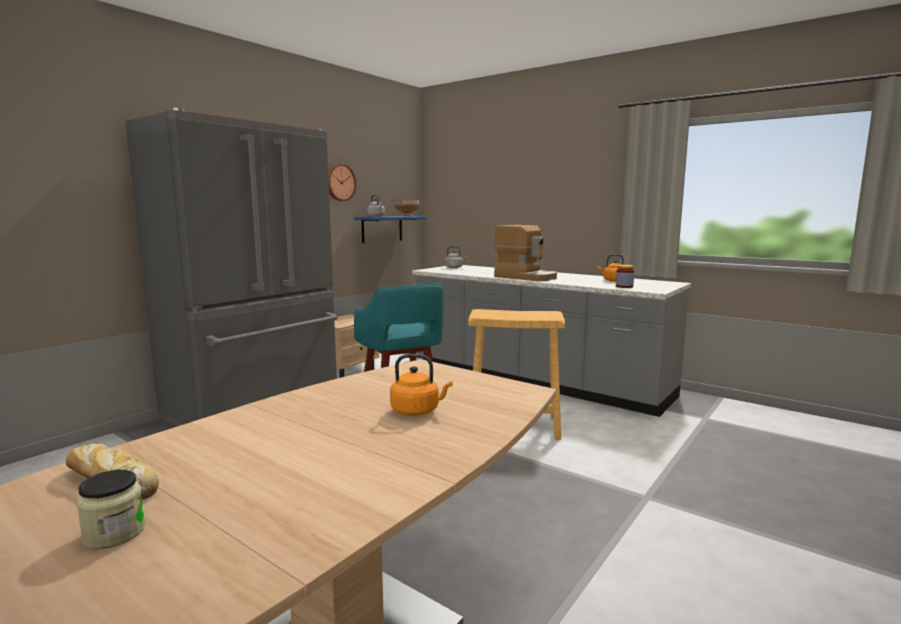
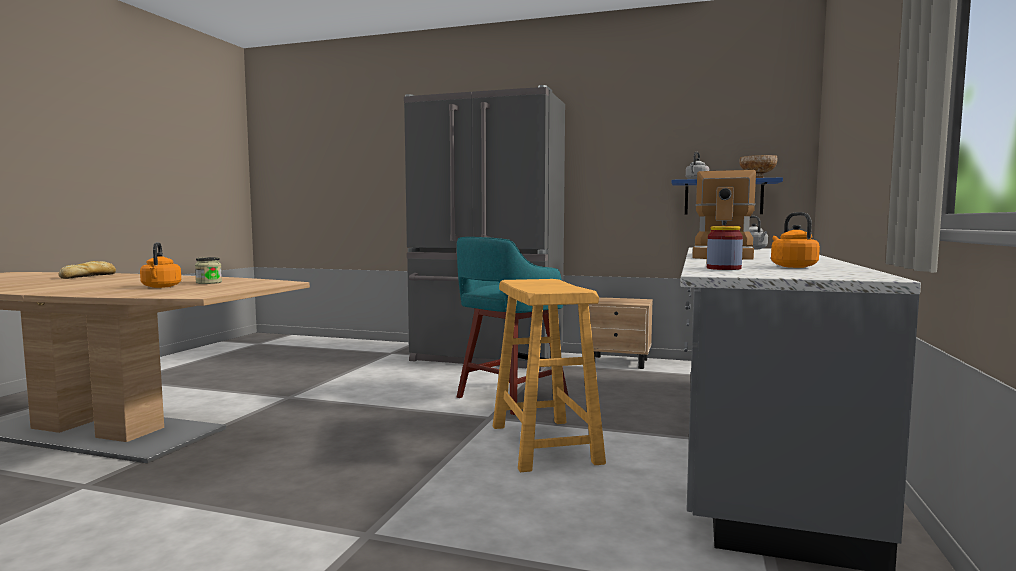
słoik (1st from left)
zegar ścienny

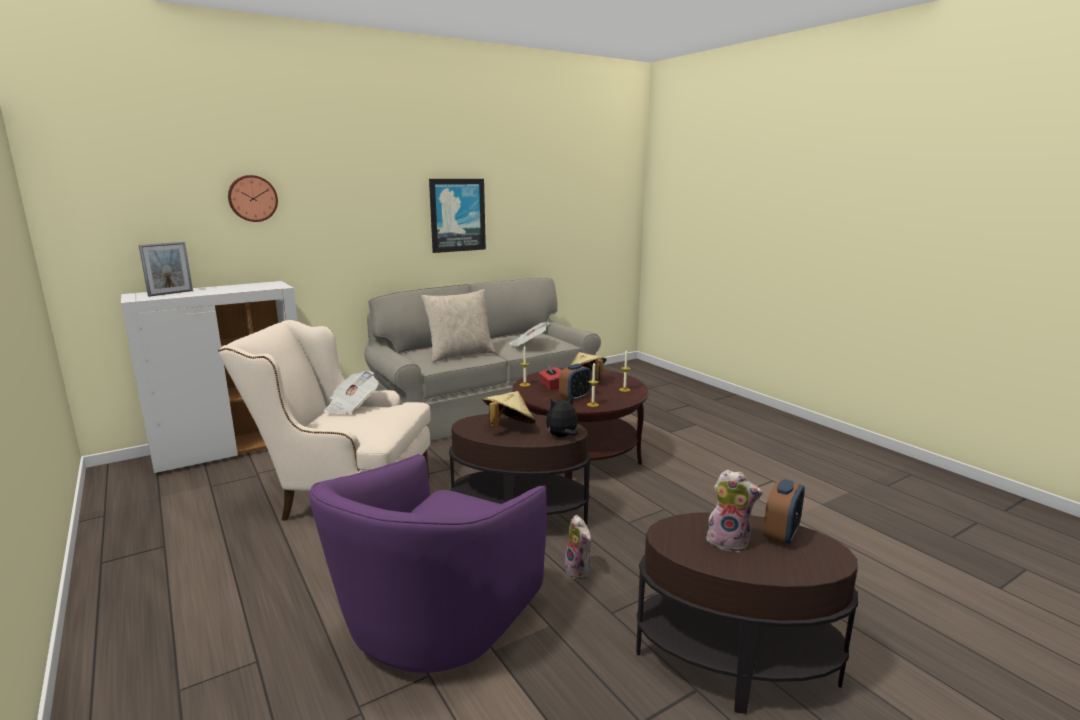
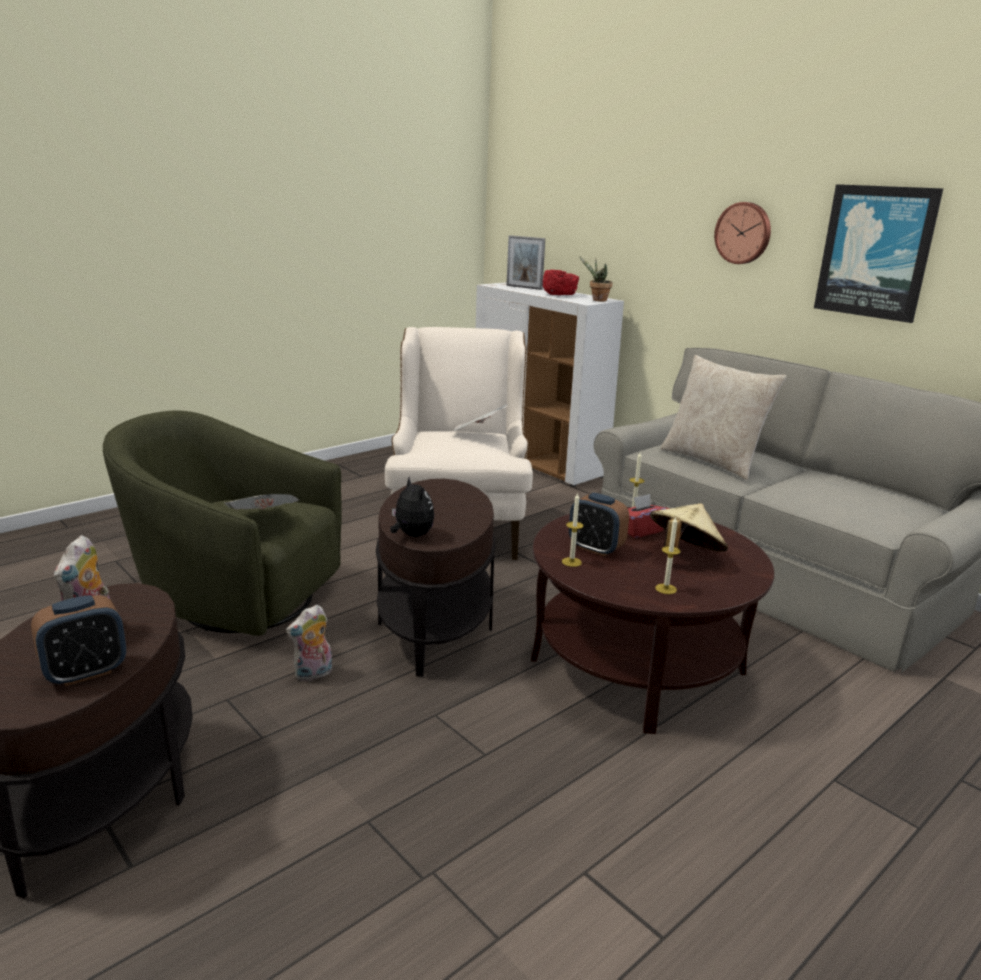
budzik (1st from left)
fotel (zielony)
gazeta (1st from left)
miska (czerwony)
roślina doniczkowa
zegar ścienny
kapelusz (beżowy) (1st from left in the first image)

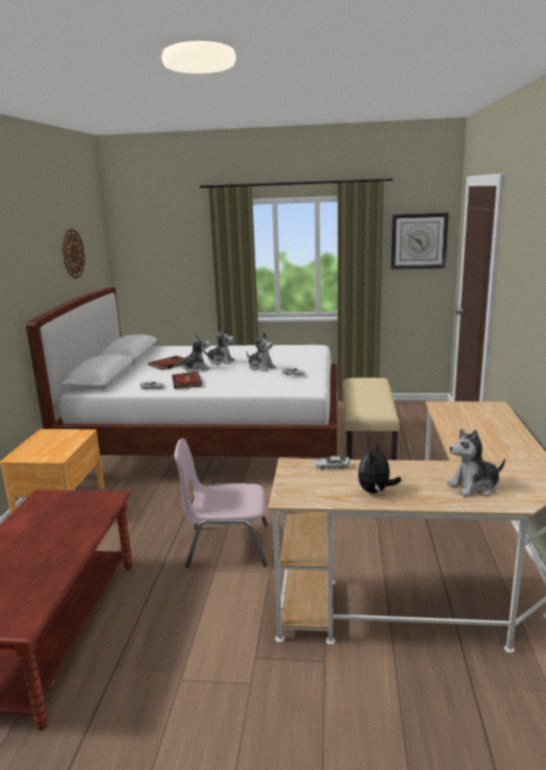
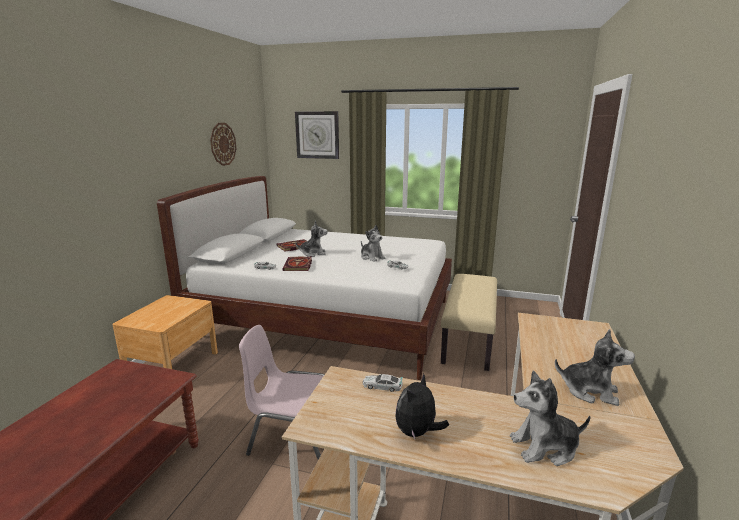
zegar ścienny (2nd from left)
pluszak (5th from left)

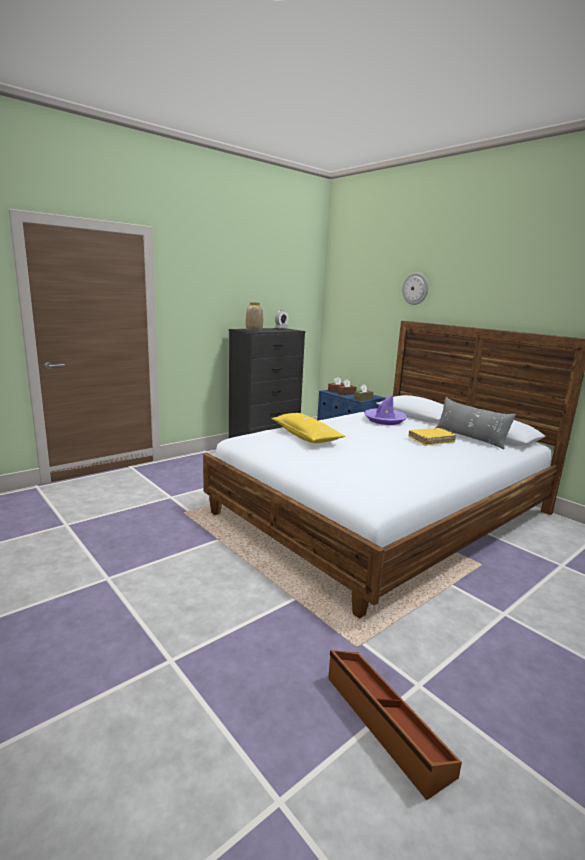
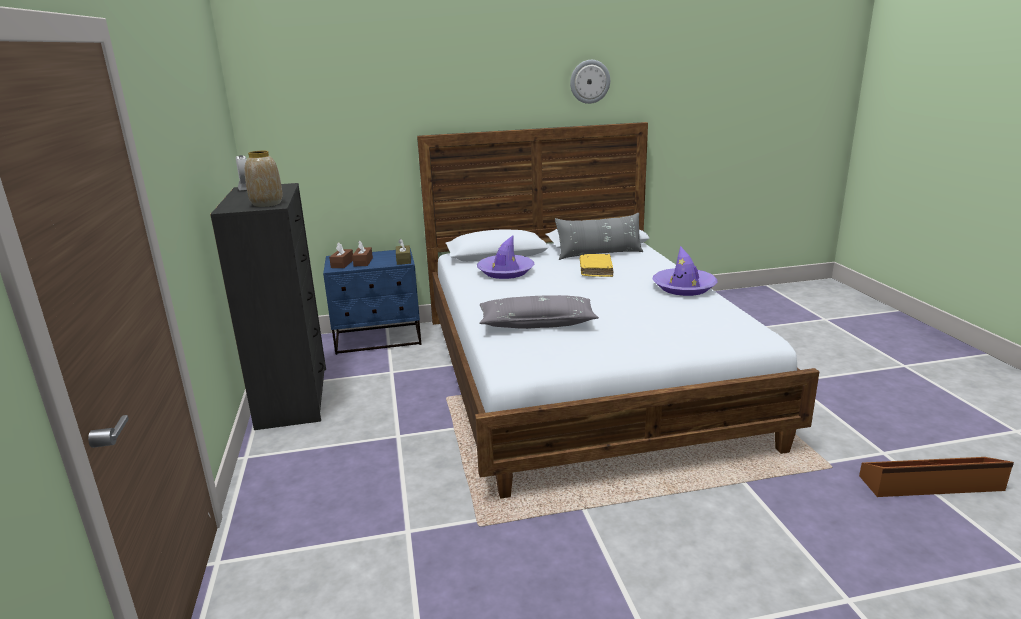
poduszka (szary) (1st from left)
zegar ścienny
kapelusz (fioletowy) (2nd from left)

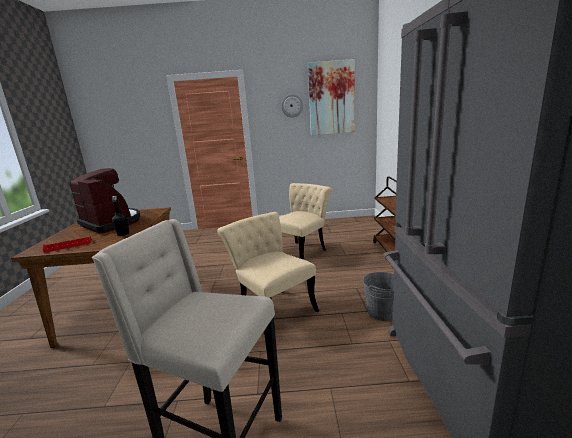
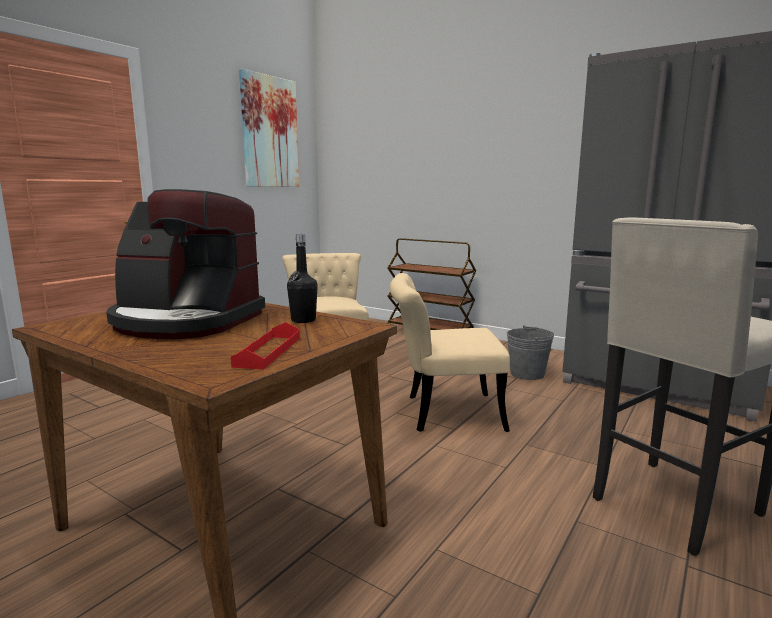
ekspres do kawy
zegar ścienny

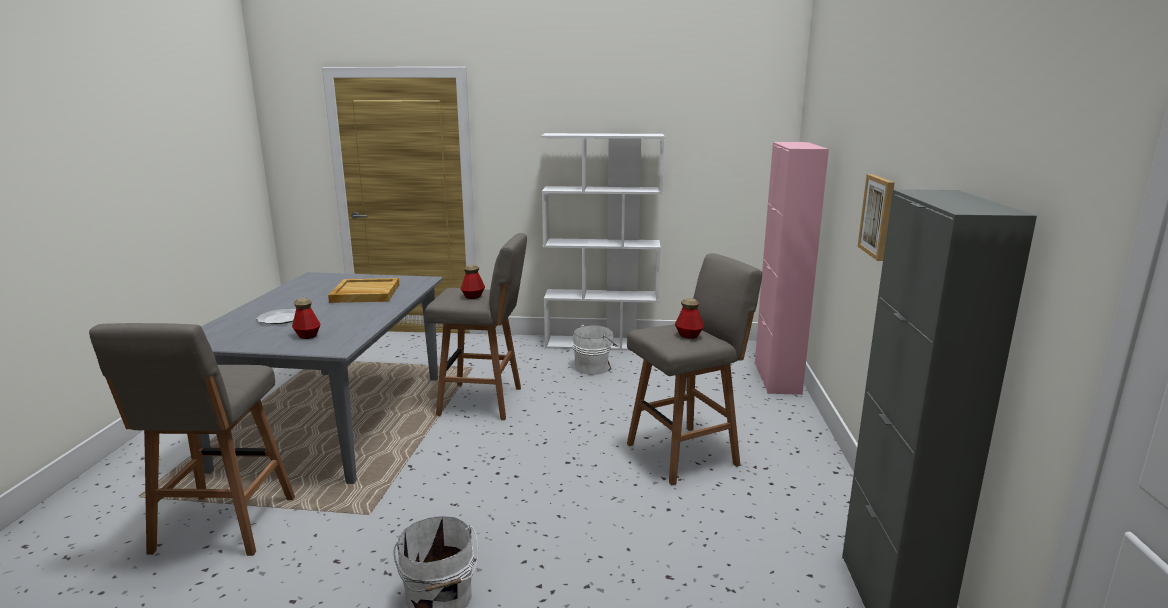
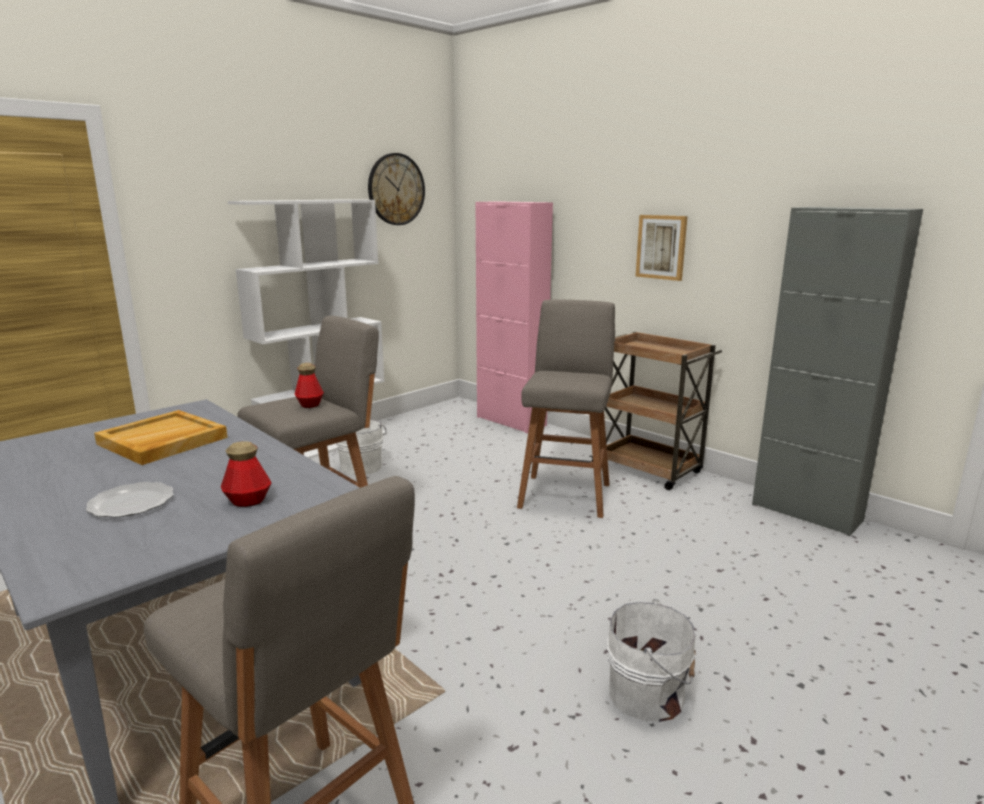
zegar ścienny
wózek (brązowy)
butelka (3rd from left in the first image)

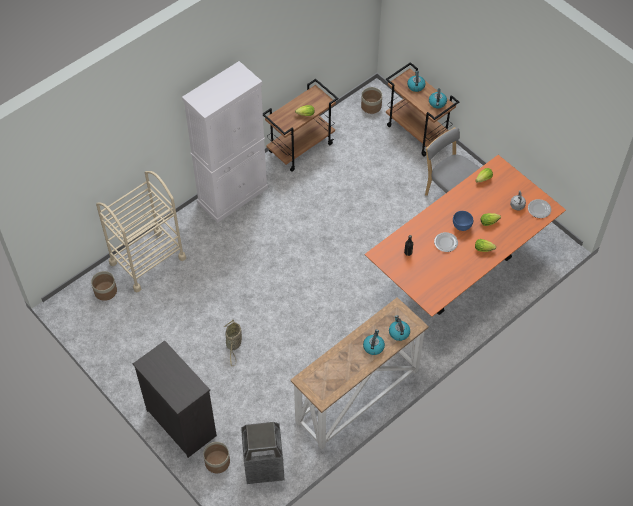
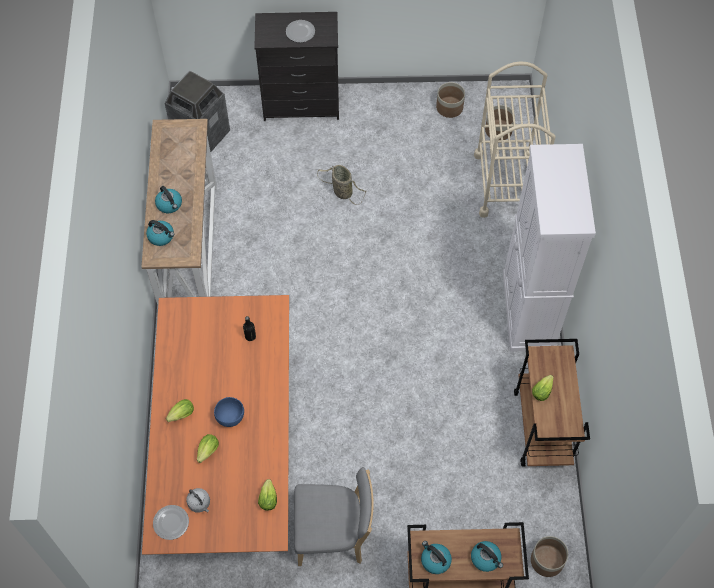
talerz (2nd from left)
donica (1st from left)

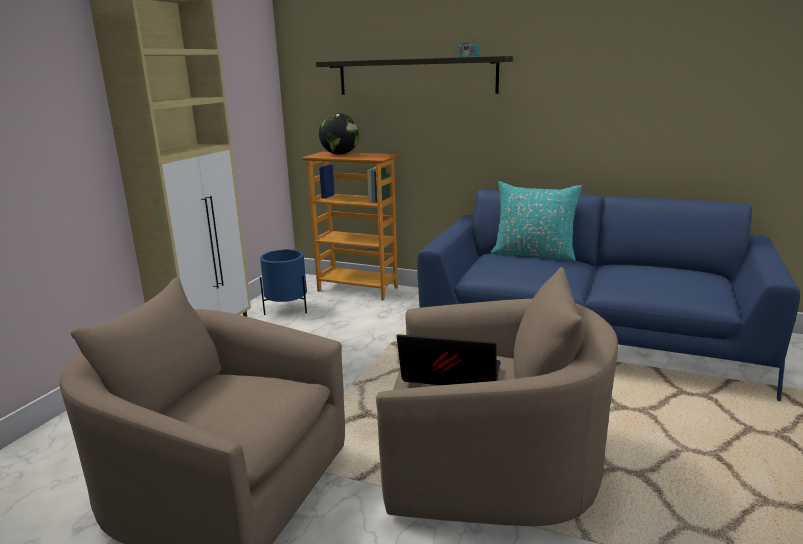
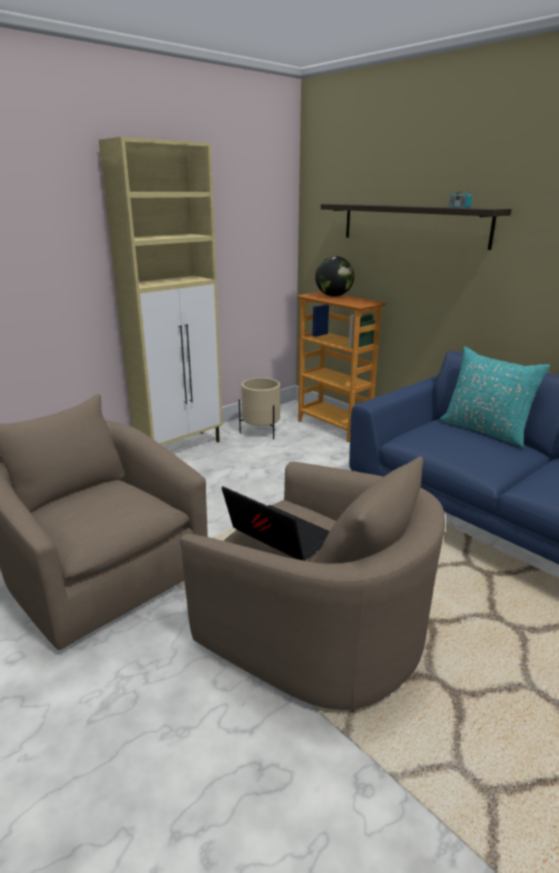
donica (beżowy)

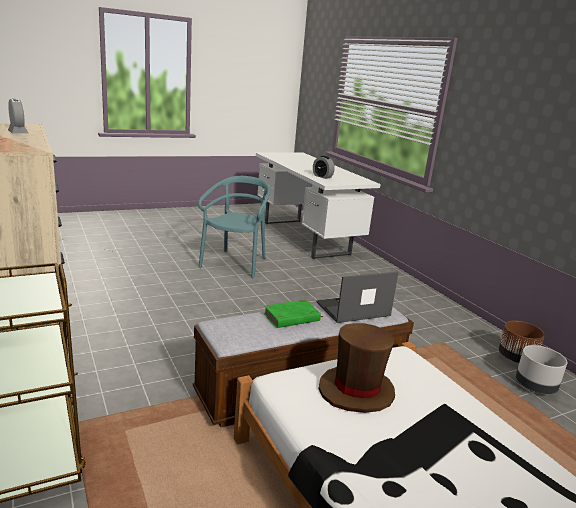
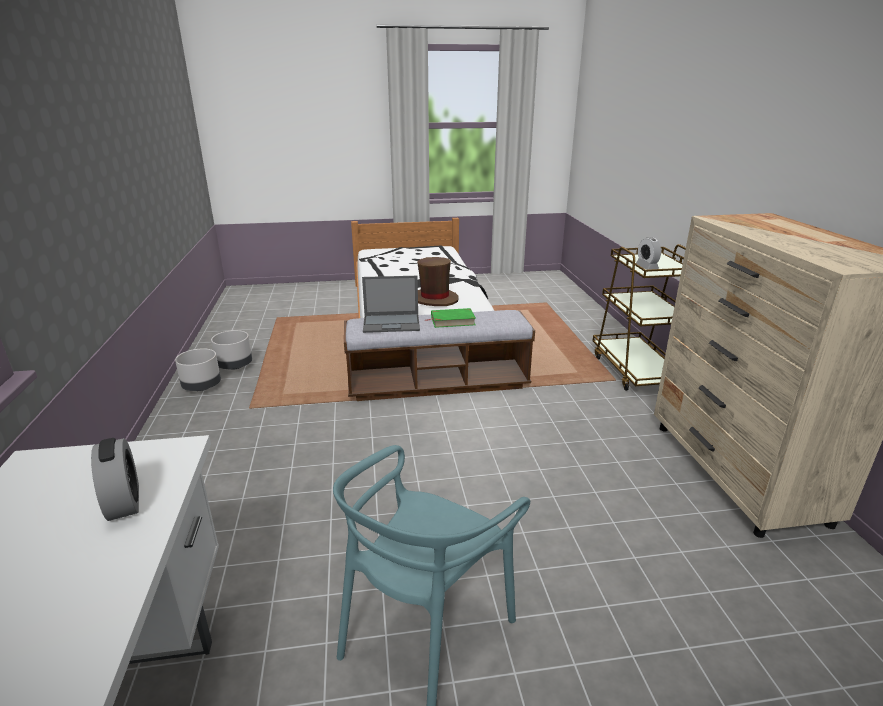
donica (szary) (1st from left)
budzik (2nd from left)

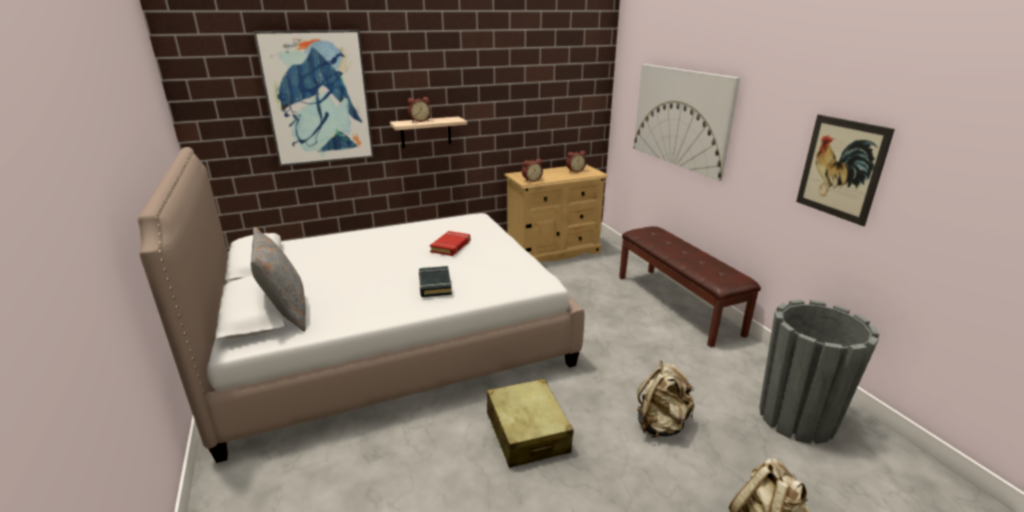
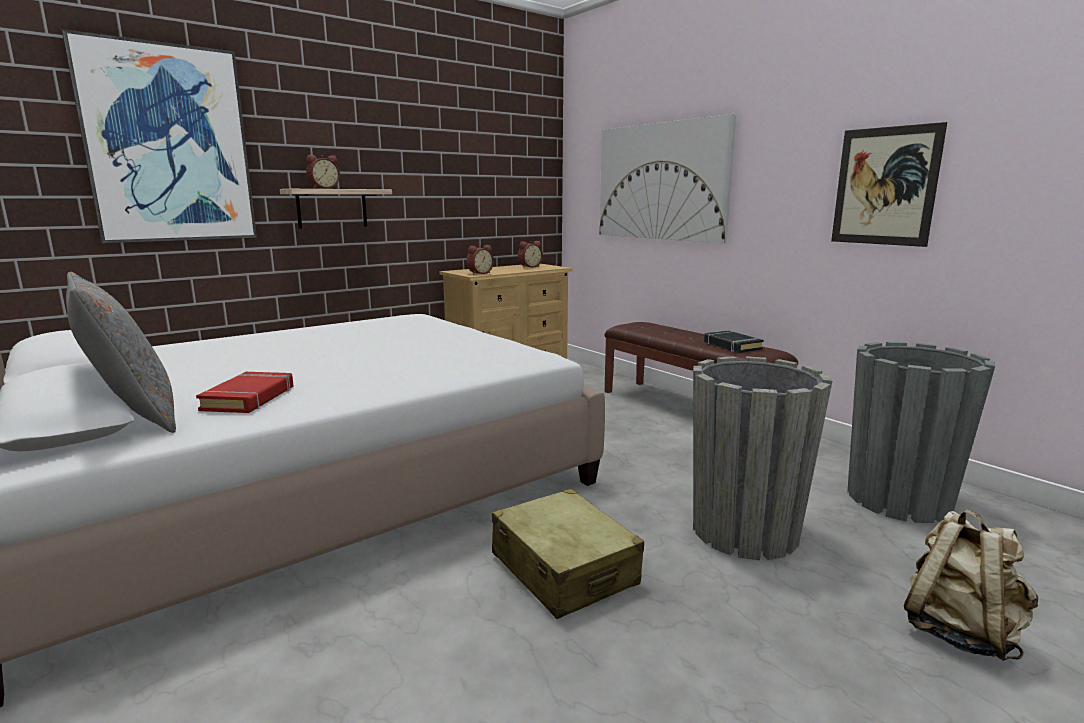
książka (czerwony)
donica (szary) (1st from left)
książka (czarny)

